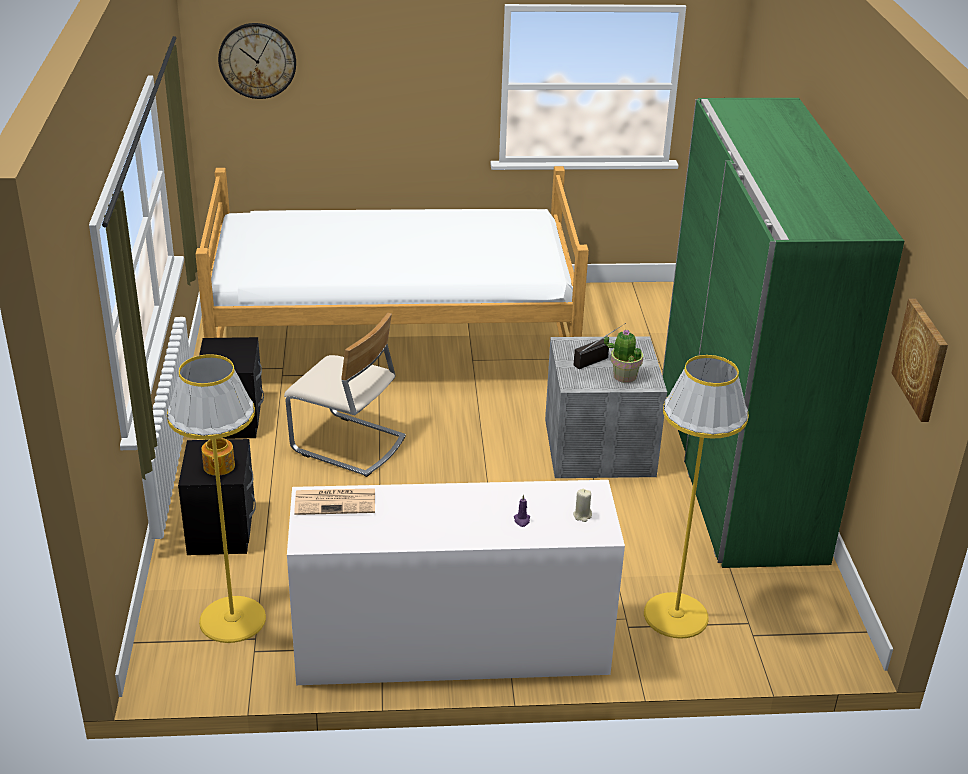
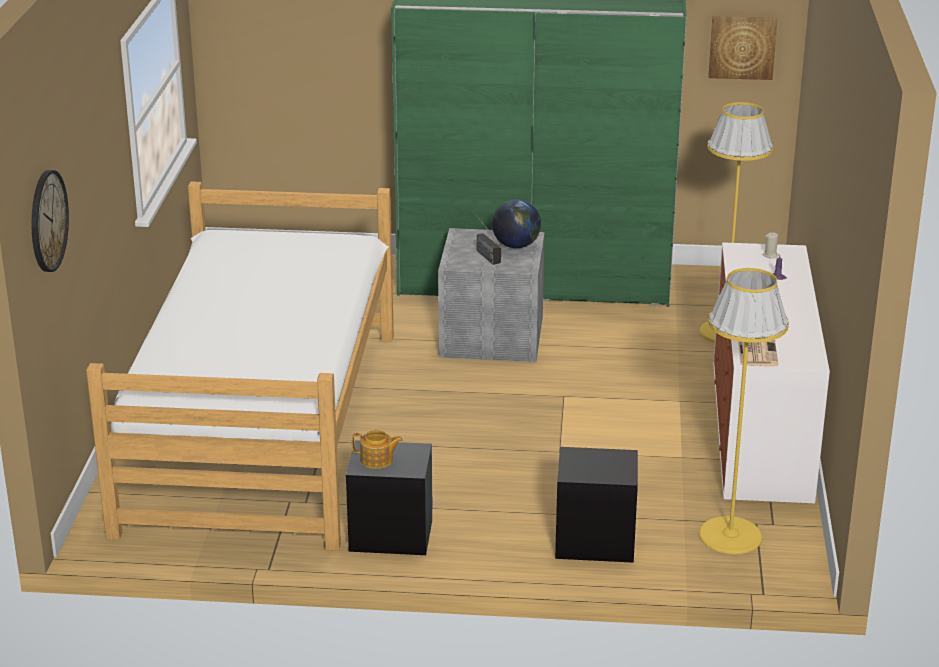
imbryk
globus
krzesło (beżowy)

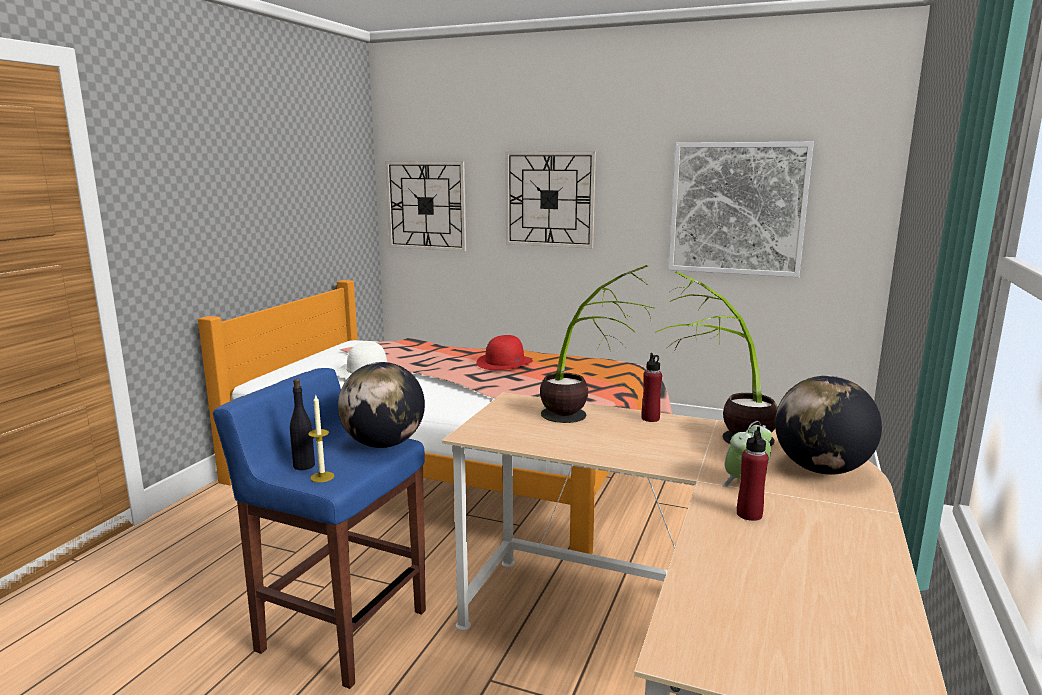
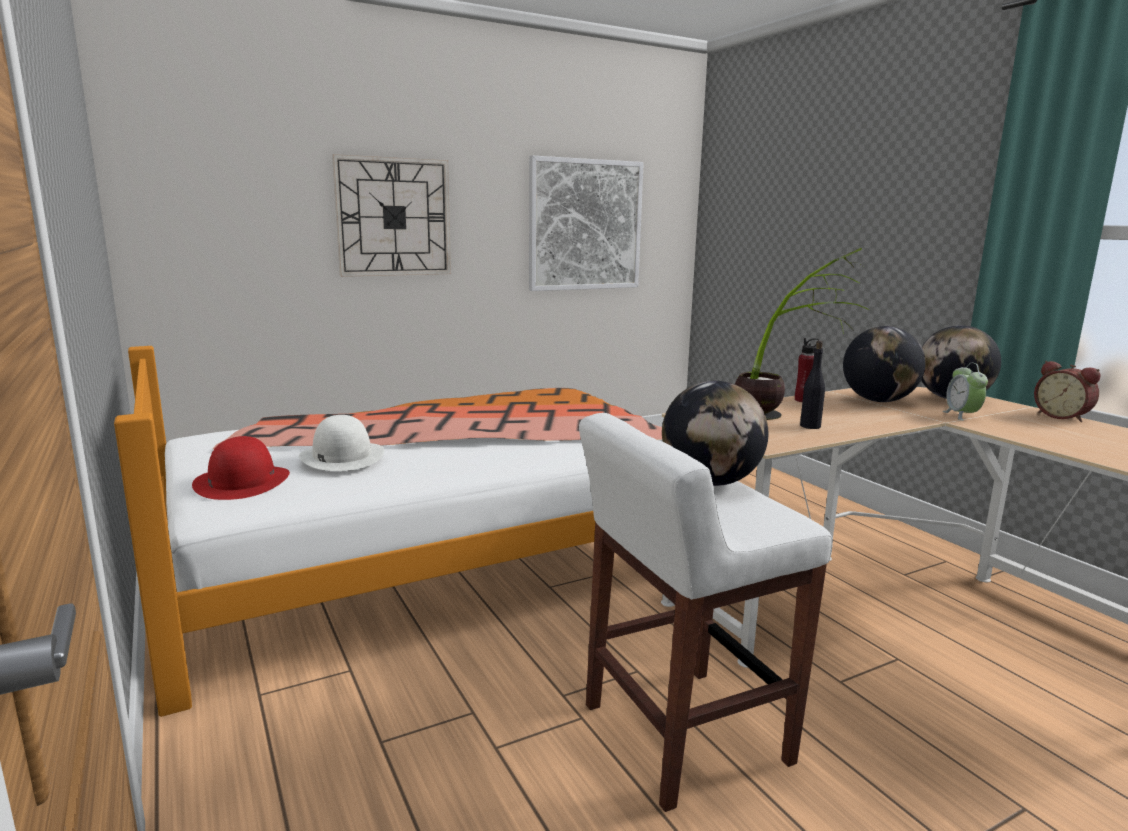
kapelusz (czerwony)
stołek (biały)
butelka (czarny)
globus (2nd from left)
budzik (2nd from left)
świeca
zegar ścienny (1st from left in the first image)
butelka (czerwony) (2nd from left in the first image)

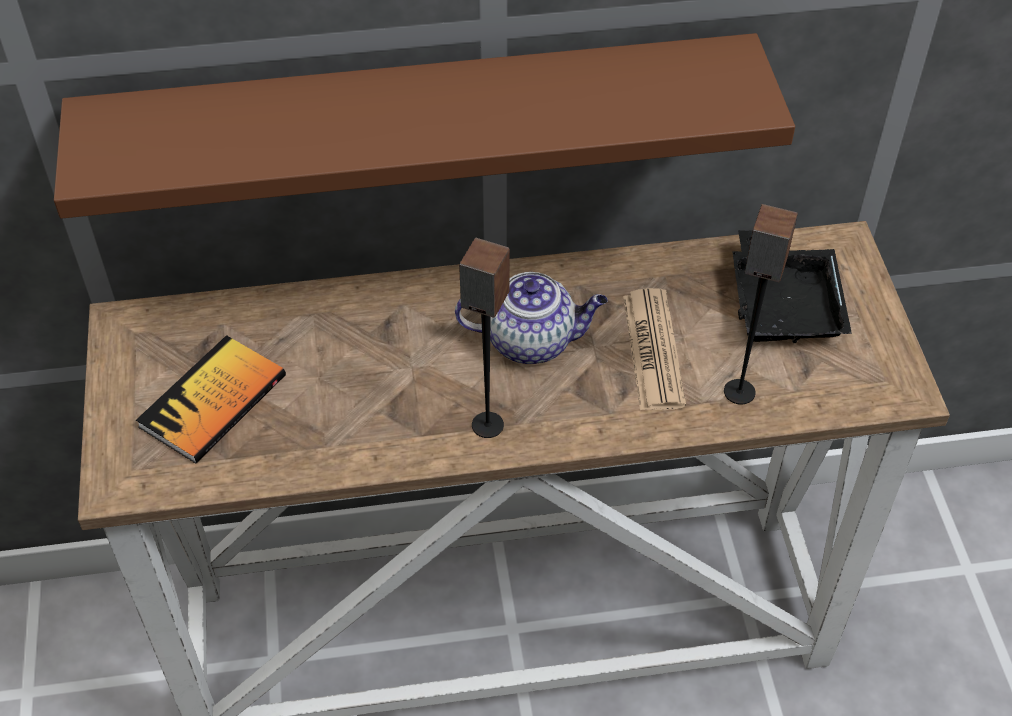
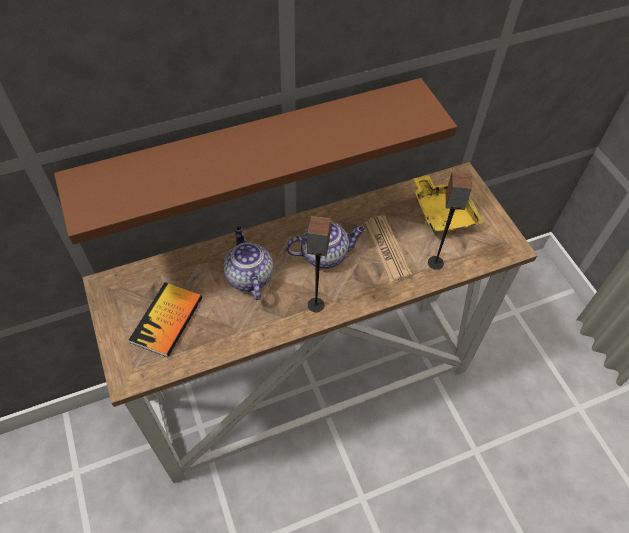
imbryk (1st from left)
taca (żółty)

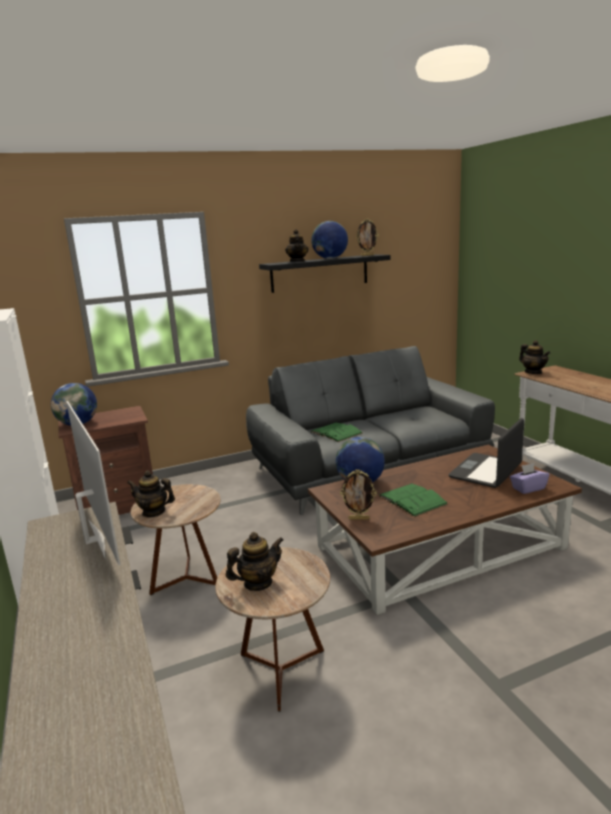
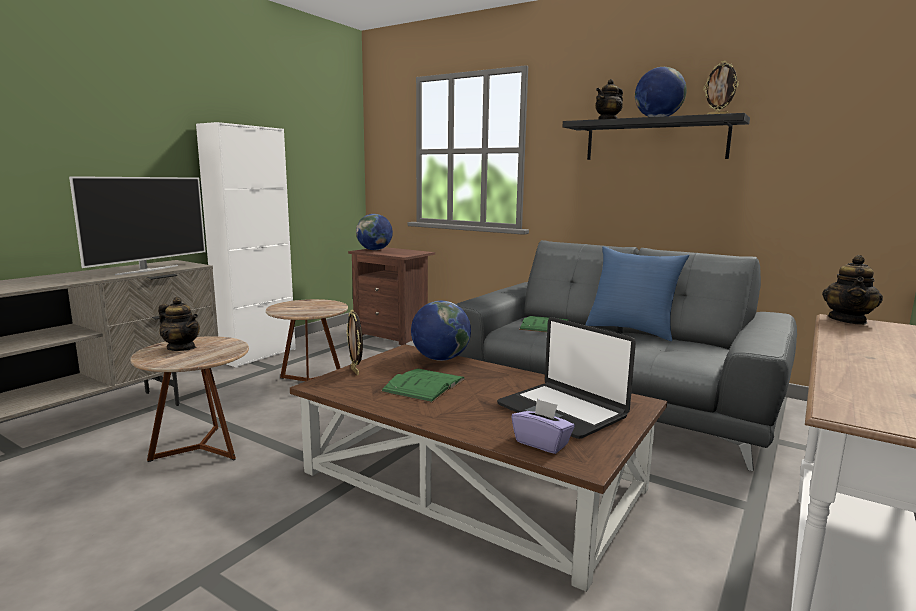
laptop
poduszka (niebieski)
imbryk (1st from left in the first image)

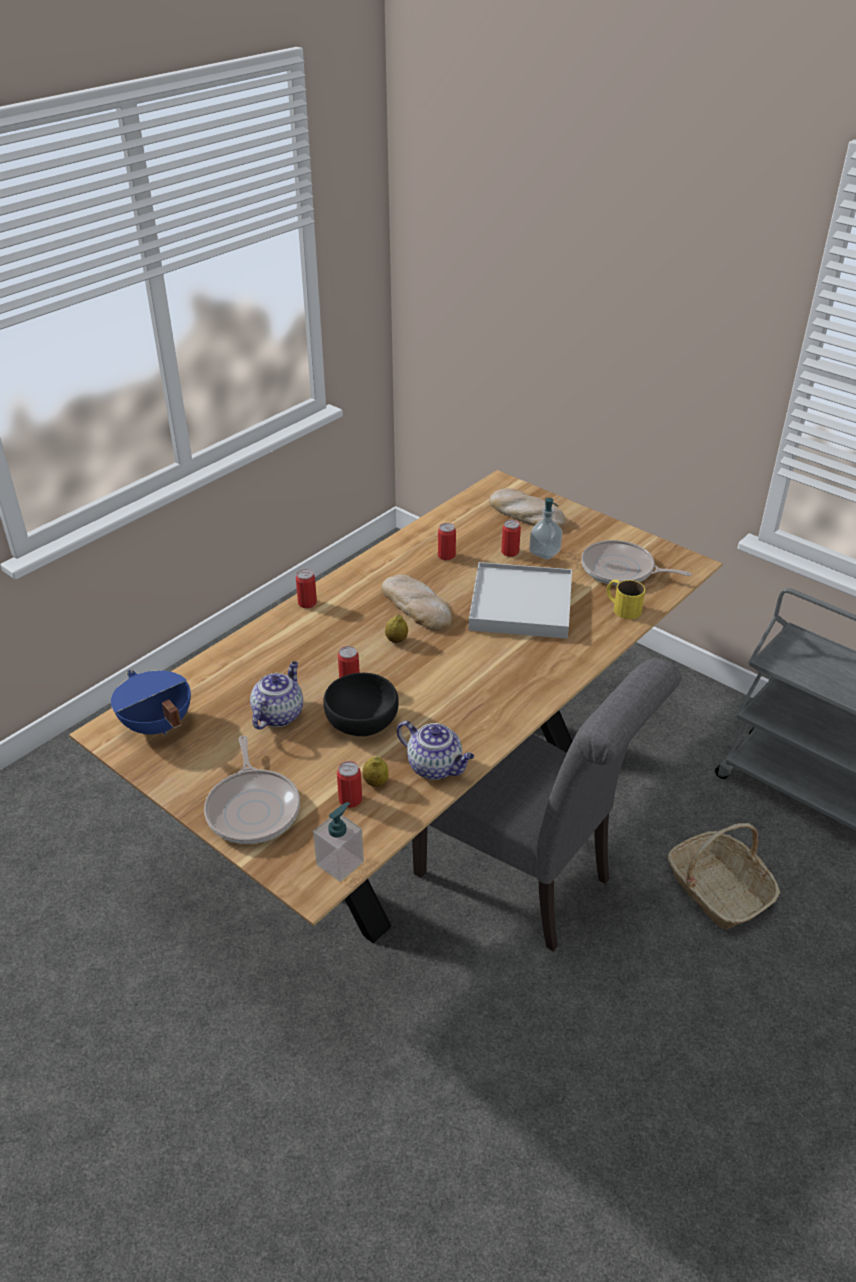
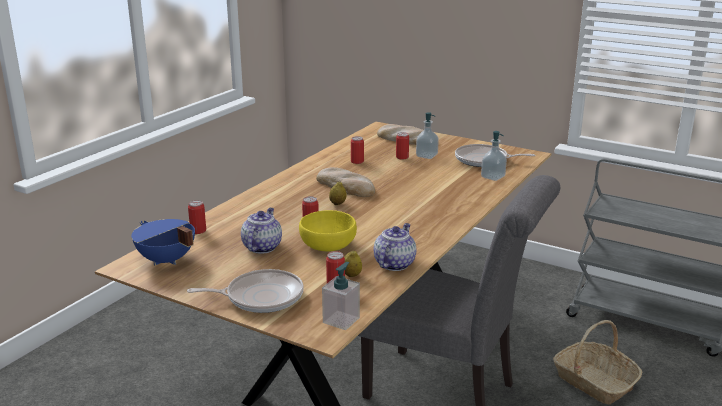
patelnia (1st from left)
puszka (1st from left)
miska (żółty)
imbryk (2nd from left)
dozownik mydła (3rd from left)
taca (biały)

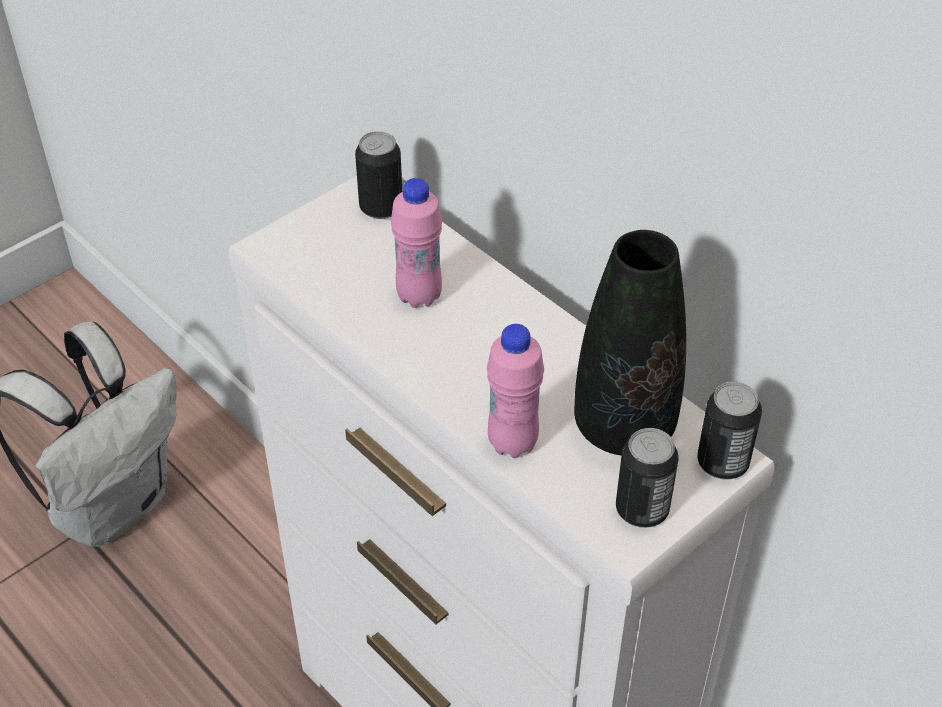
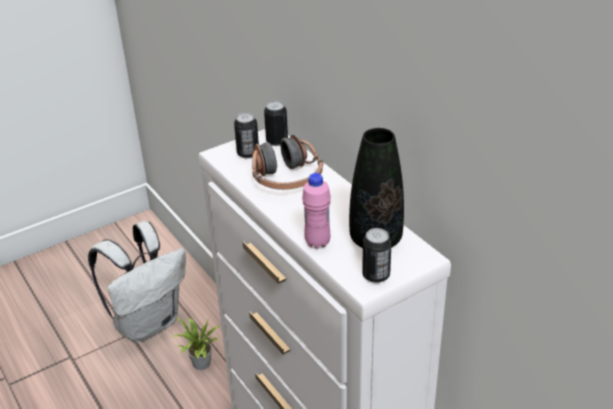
roślina doniczkowa
puszka (1st from left)
słuchawki

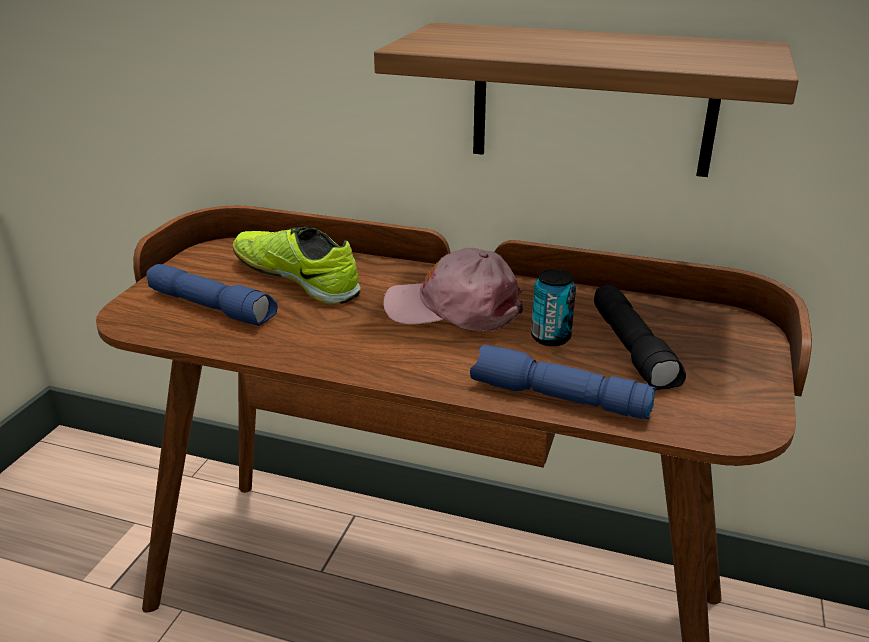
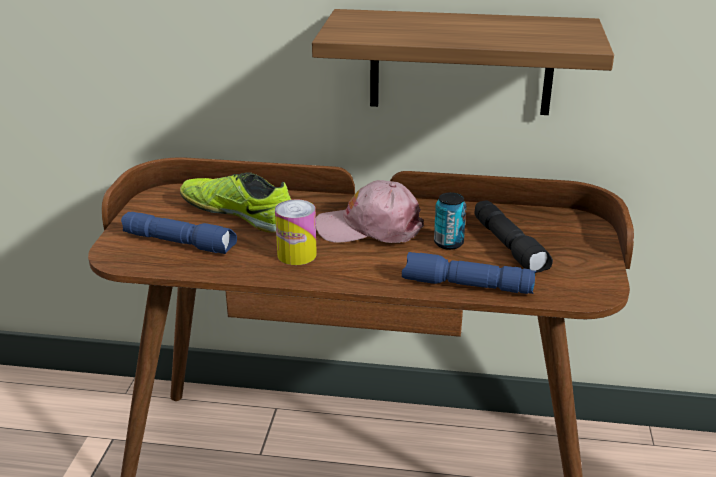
puszka (1st from left)

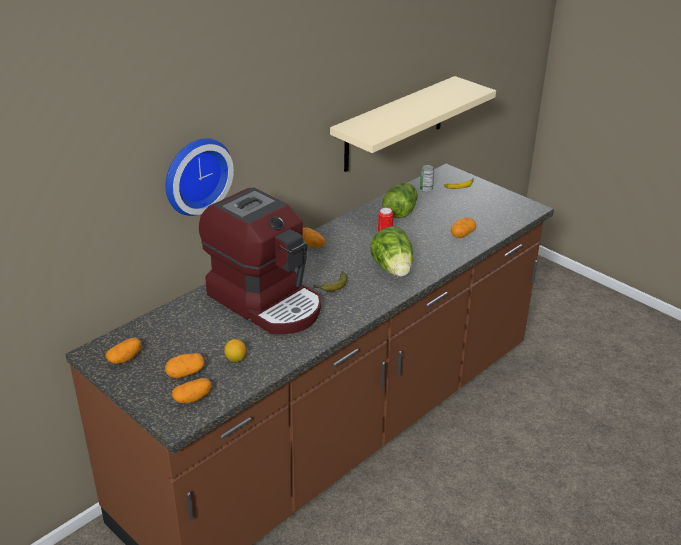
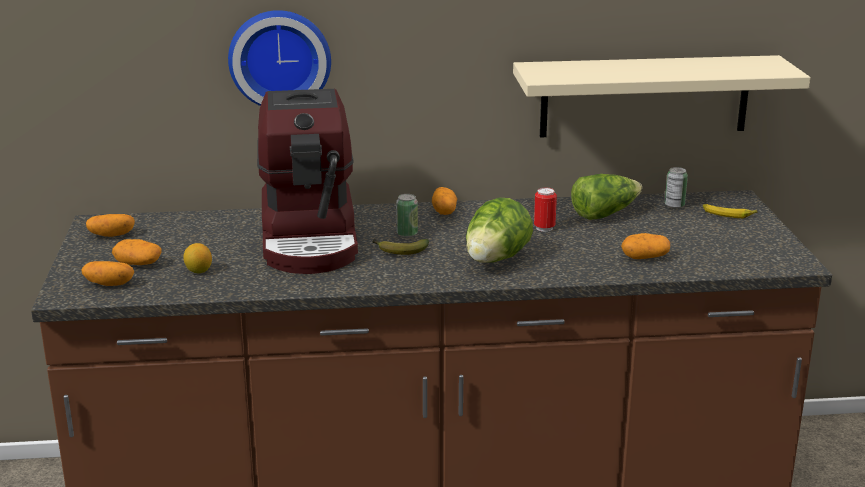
puszka (1st from left)

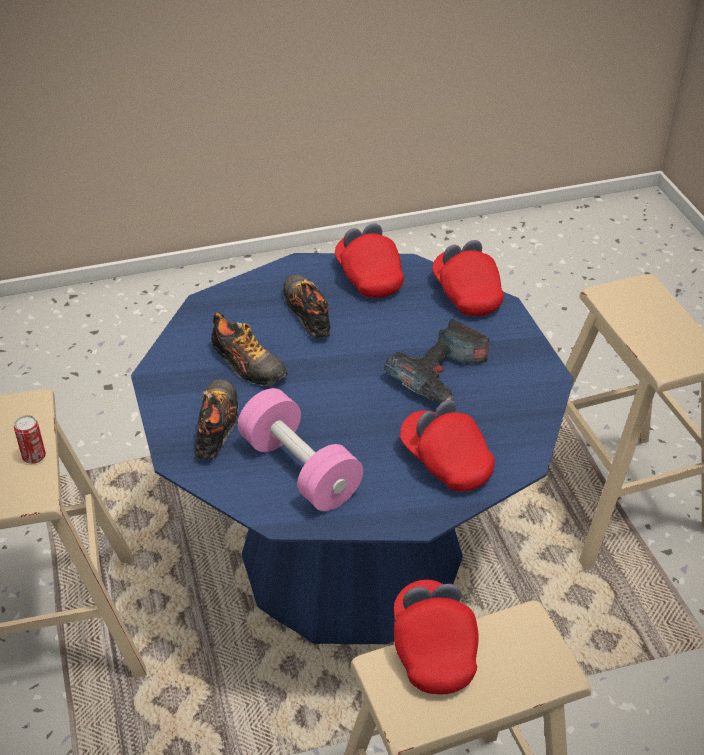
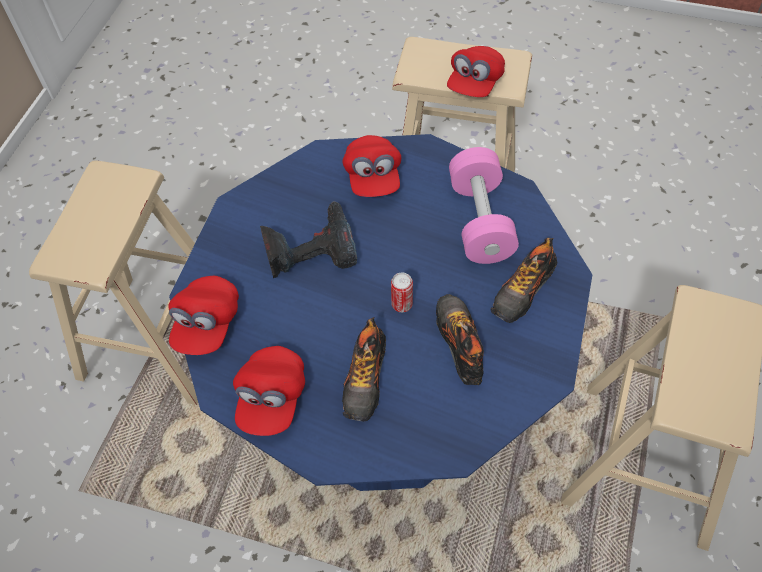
puszka

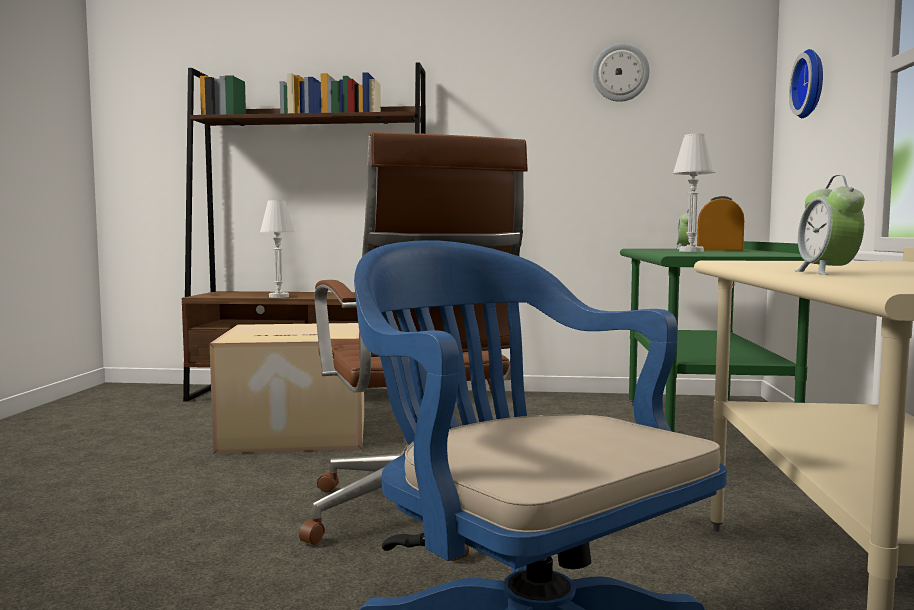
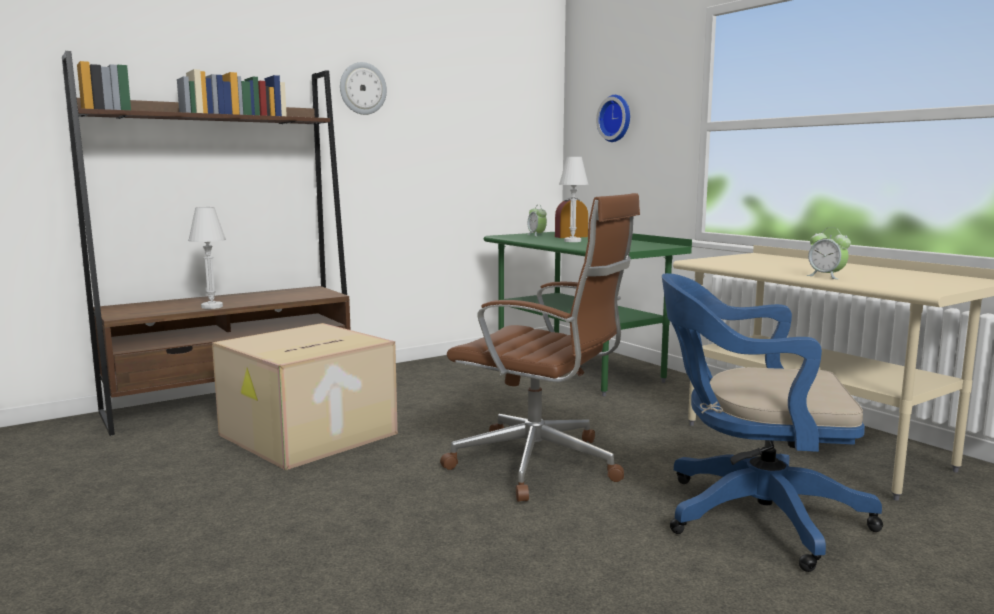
zegar ścienny (1st from left)

